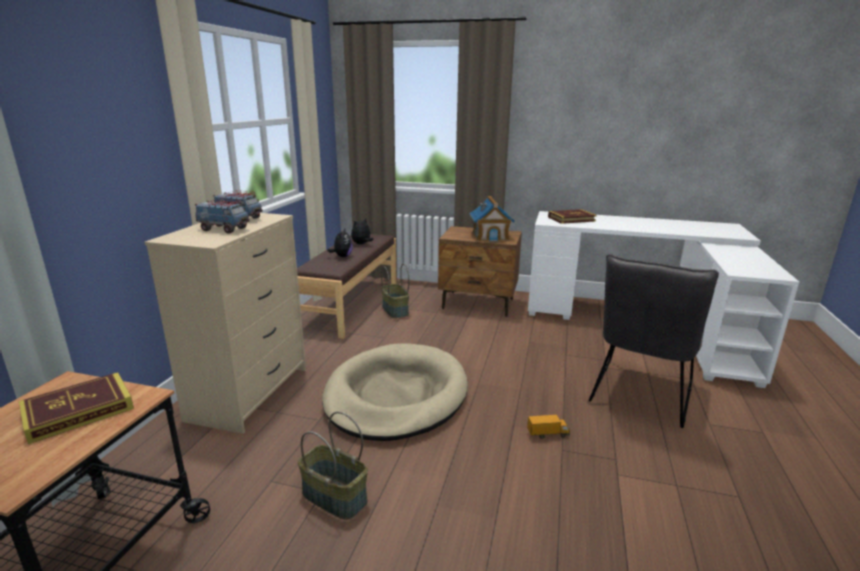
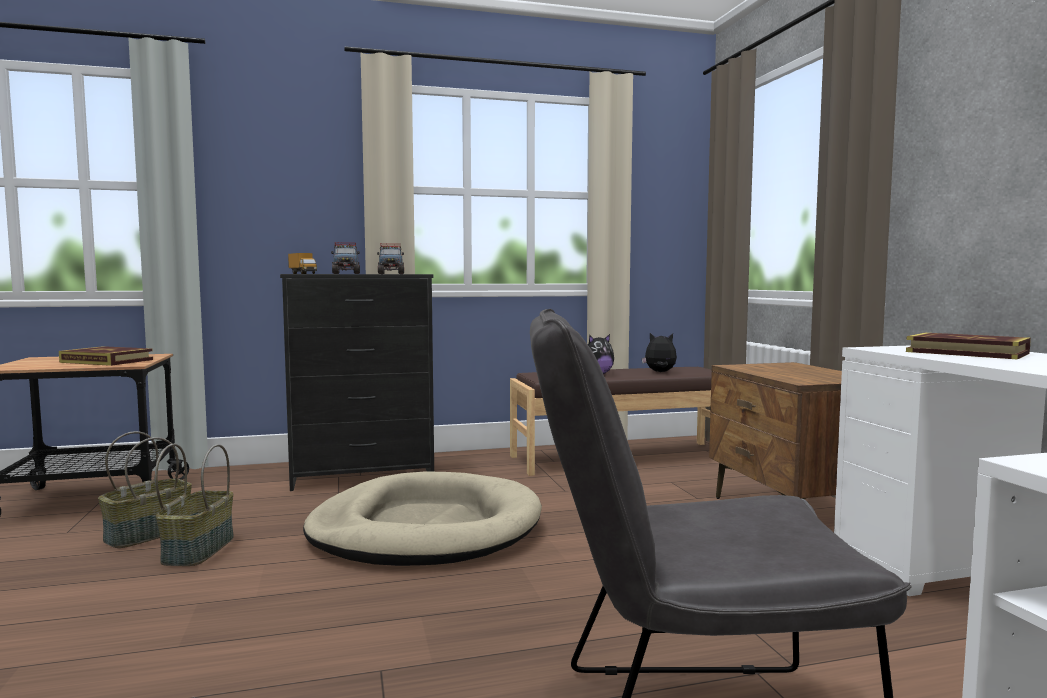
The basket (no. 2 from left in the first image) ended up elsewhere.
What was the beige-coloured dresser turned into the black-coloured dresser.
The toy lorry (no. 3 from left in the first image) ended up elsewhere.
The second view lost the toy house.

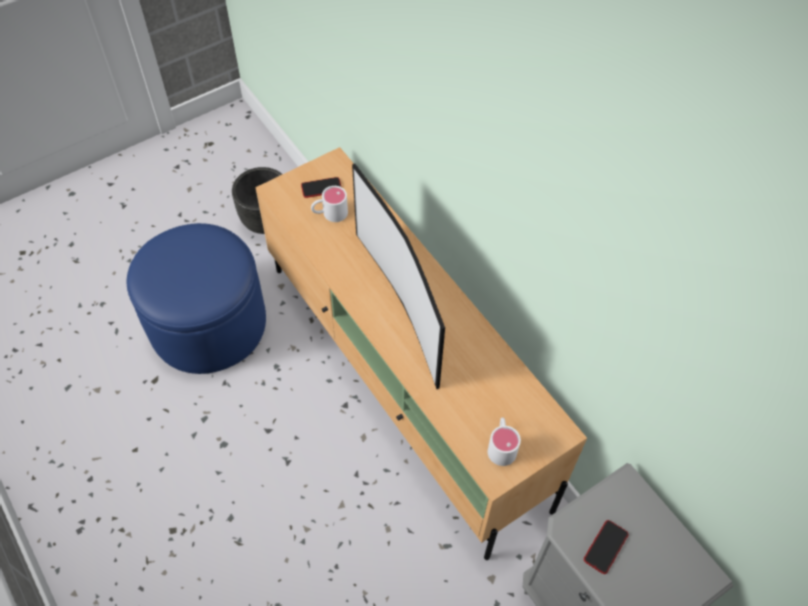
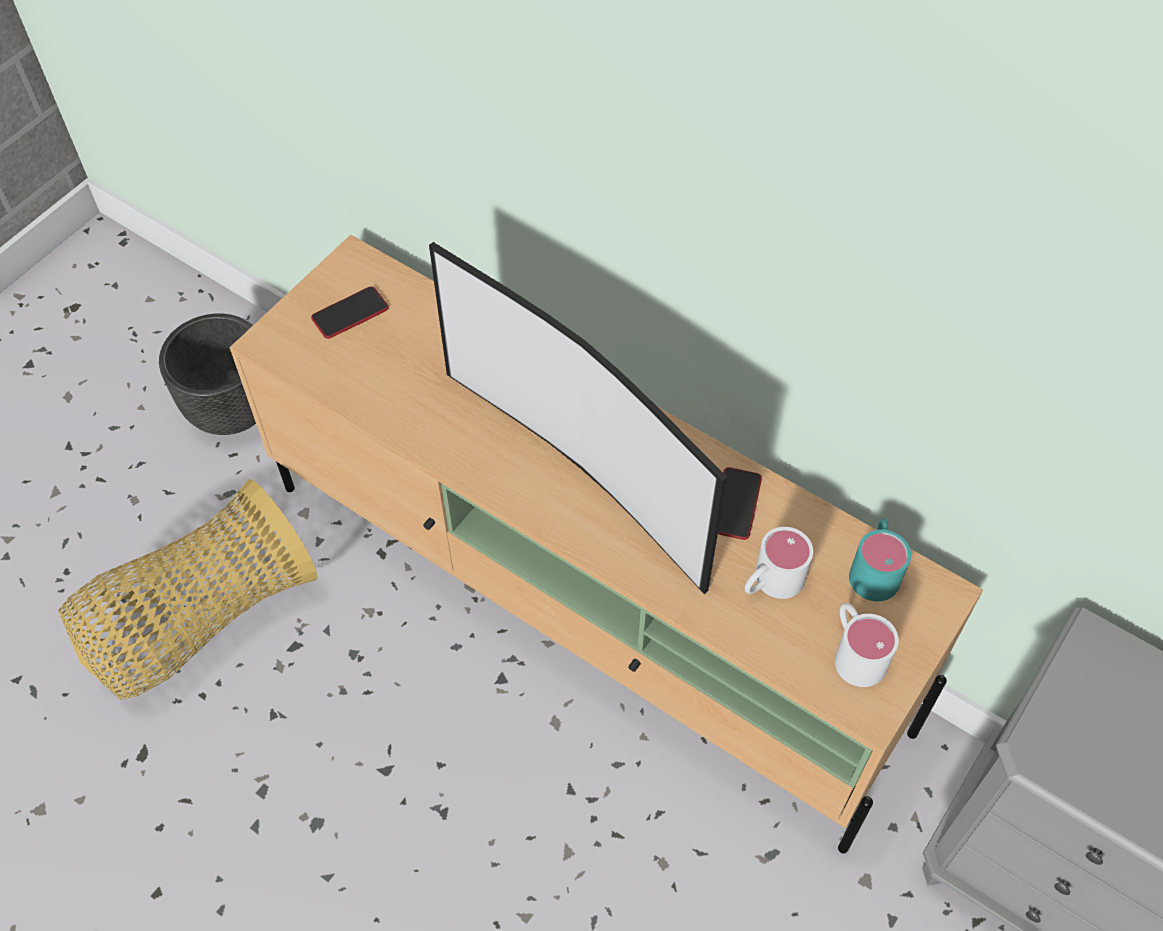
Where the bluish ottoman stood, the basket came to stand.
The telephone (no. 2 from left) ended up elsewhere.
The white mug (no. 1 from left) ended up elsewhere.
The second view gained the turquoise-coloured mug.

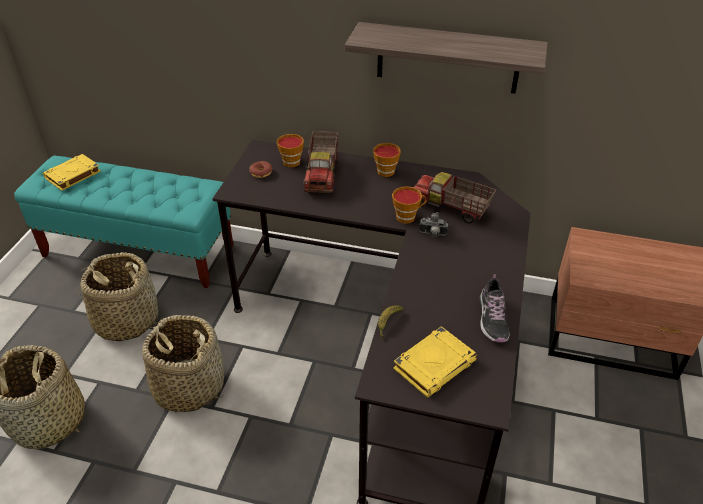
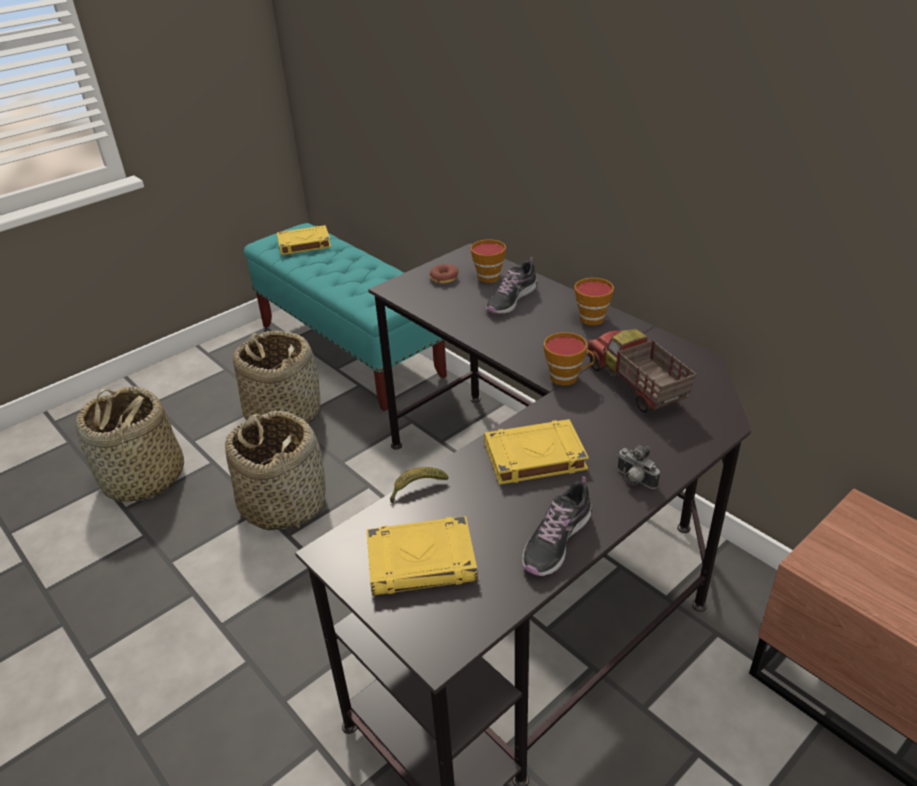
The second view gained the yellow volume (no. 3 from left).
Where the toy lorry (no. 1 from left) stood, the shoe (no. 1 from left) came to stand.
The still camera ended up elsewhere.
The second view lost the bracket shelf.

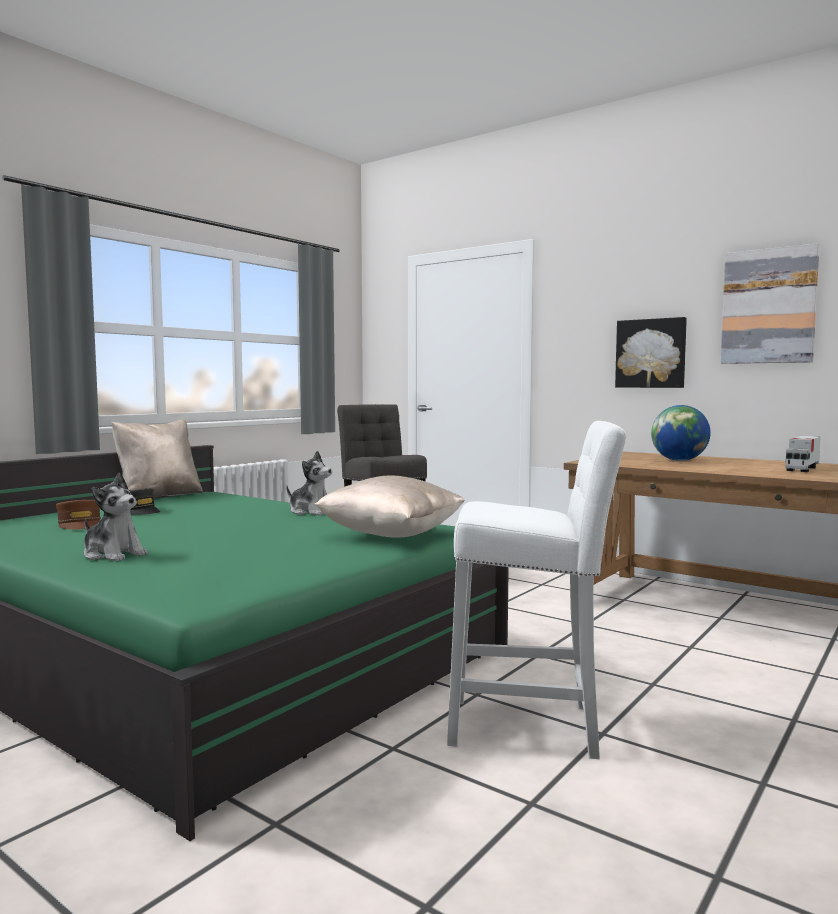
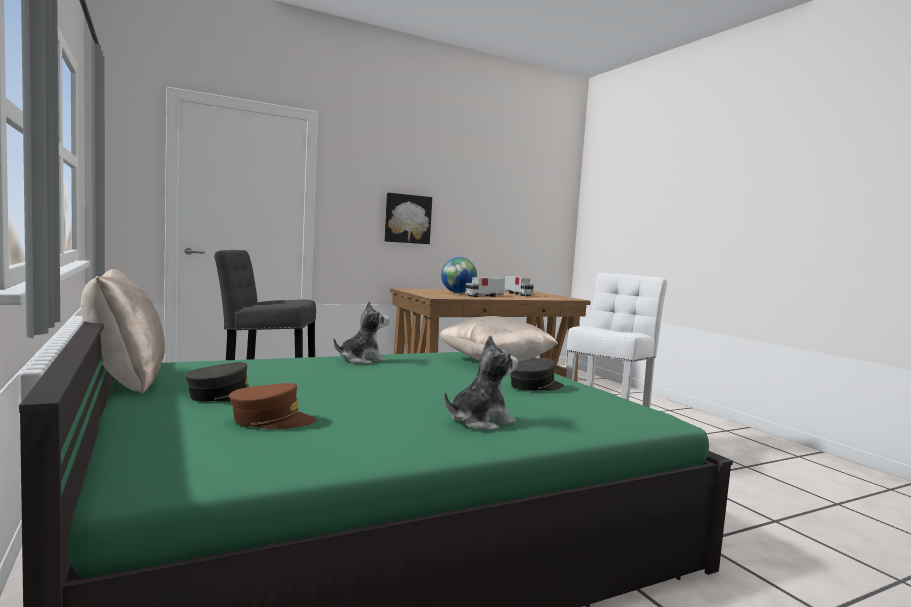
The second view gained the toy lorry (no. 1 from left).
The second view gained the gray cap (no. 2 from left).
The second view lost the picture (no. 2 from left).

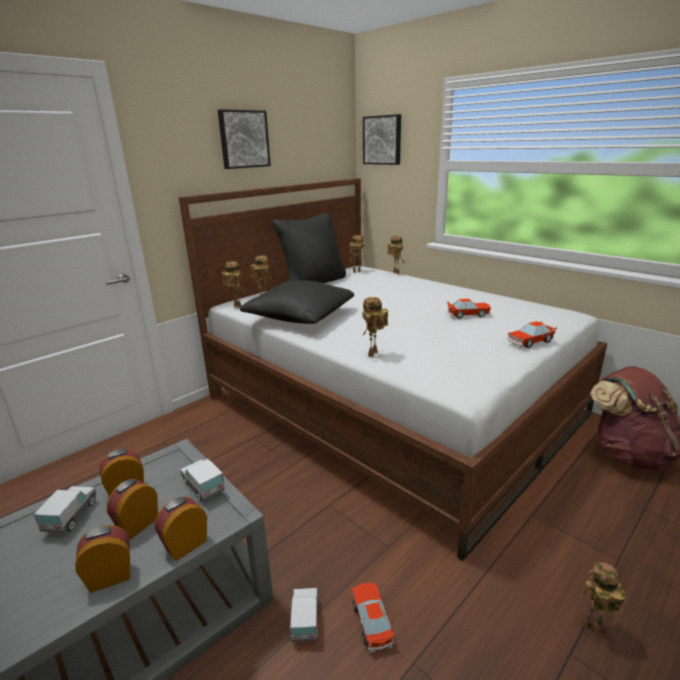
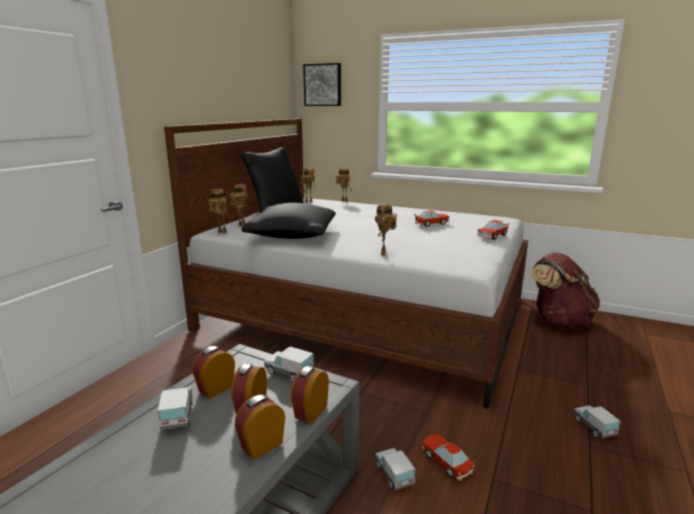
Where the model robot (no. 6 from left) stood, the toy lorry (no. 4 from left) came to stand.
The second view lost the picture (no. 1 from left).

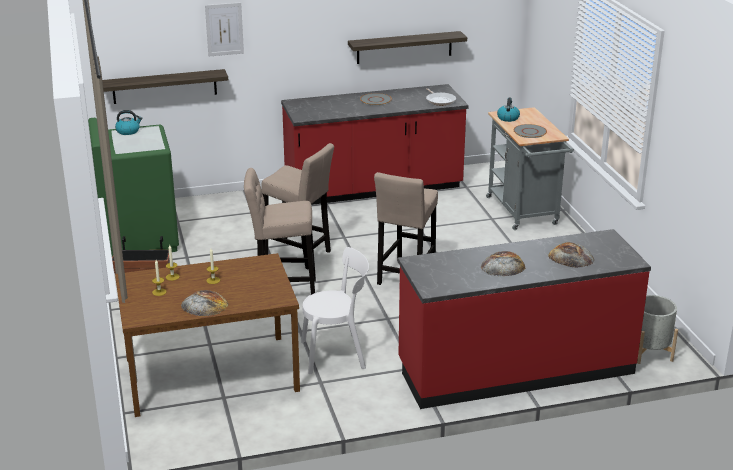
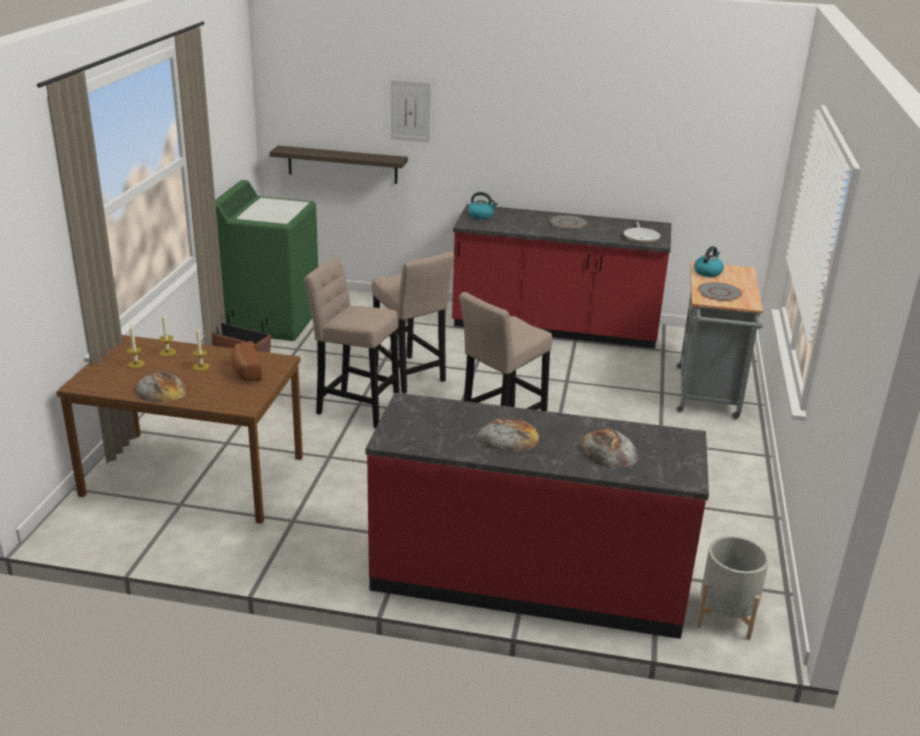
The second view gained the baked bread (no. 2 from left).
The tea kettle (no. 1 from left) ended up elsewhere.
The second view lost the white chair.
The second view lost the bracket shelf (no. 2 from left).

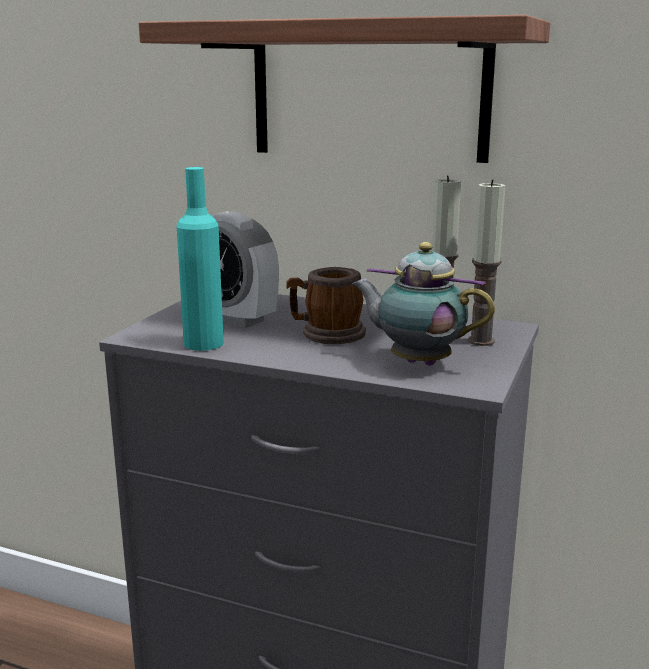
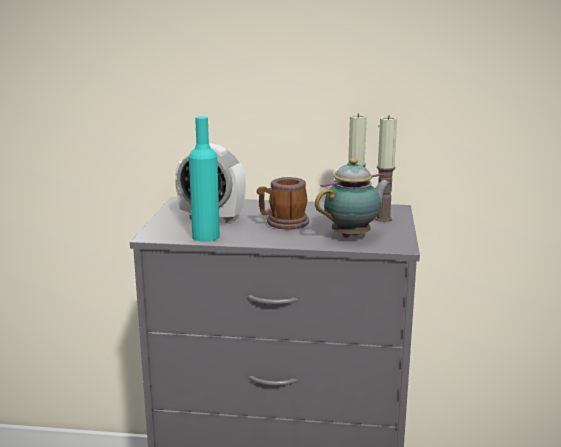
The teapot ended up facing another way, 135 degrees clockwise from before.
The second view lost the bracket shelf.

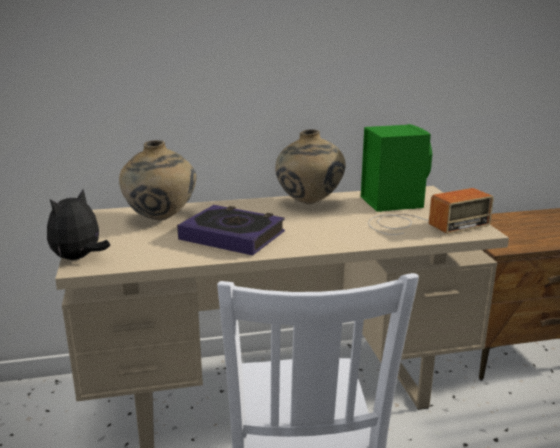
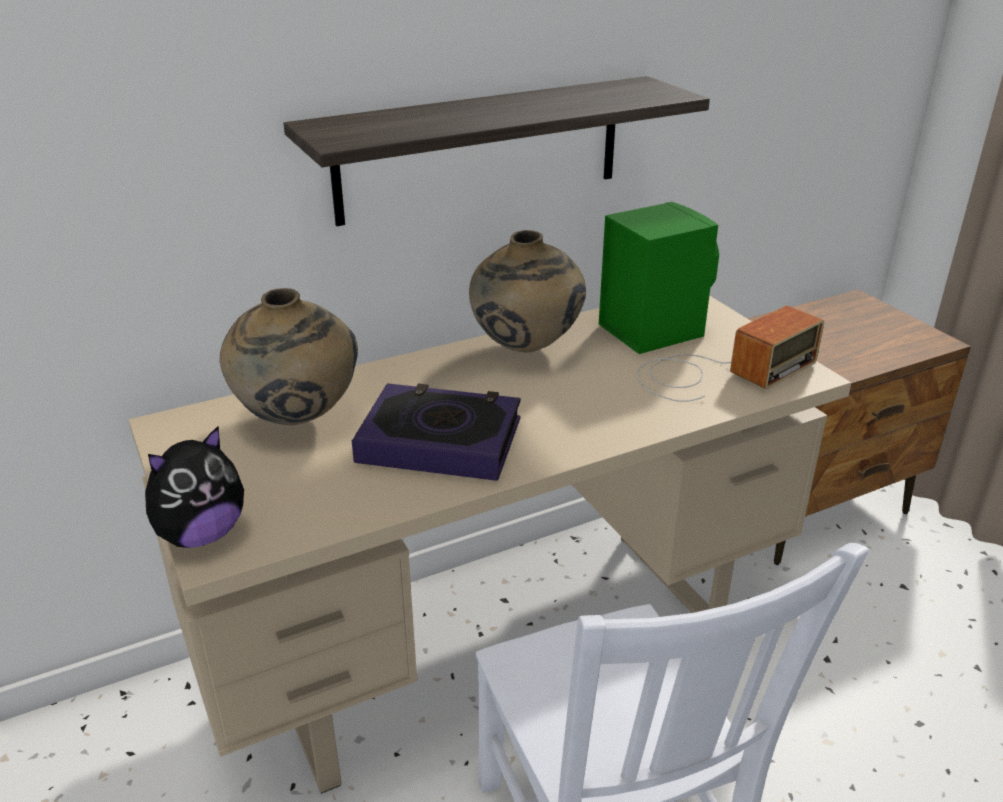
The soft toy ended up facing another way, 150 degrees counterclockwise from before.
The second view gained the bracket shelf.

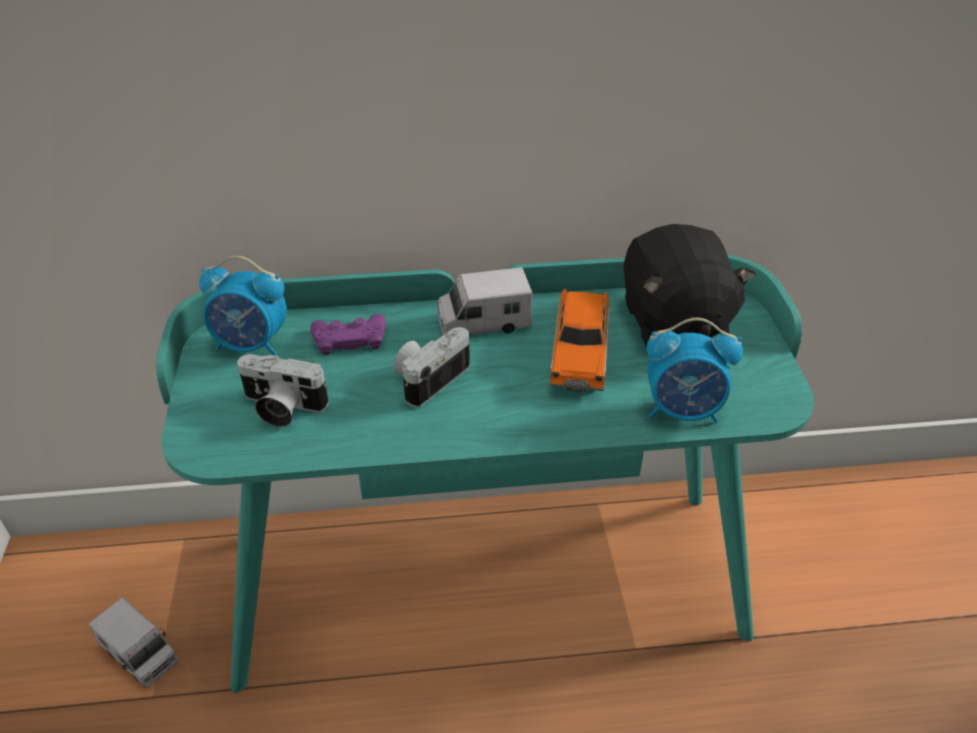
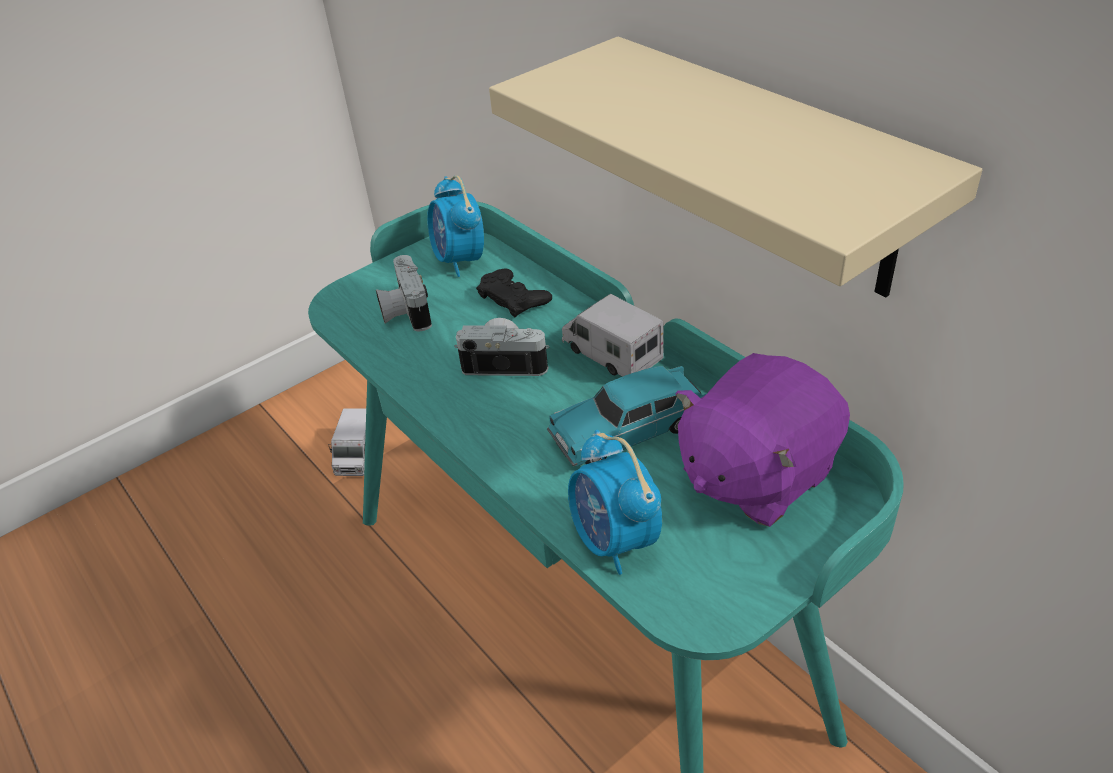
What was the purple game controller turned into the black-coloured game controller.
The second view gained the beige-coloured bracket shelf.
What was the orange-coloured toy car turned into the turquoise-coloured toy car.
What was the black-coloured soft toy turned into the purple soft toy.

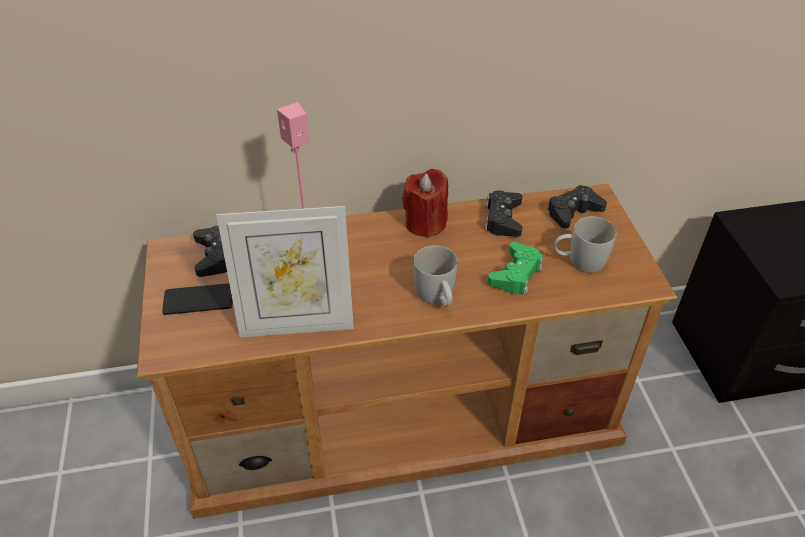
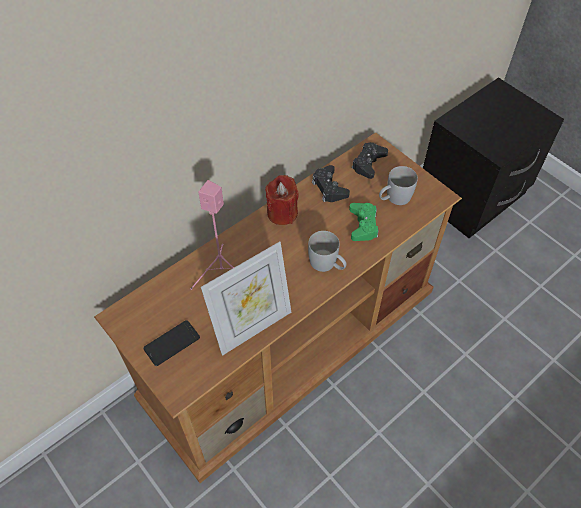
The second view lost the black-coloured game controller (no. 1 from left).

